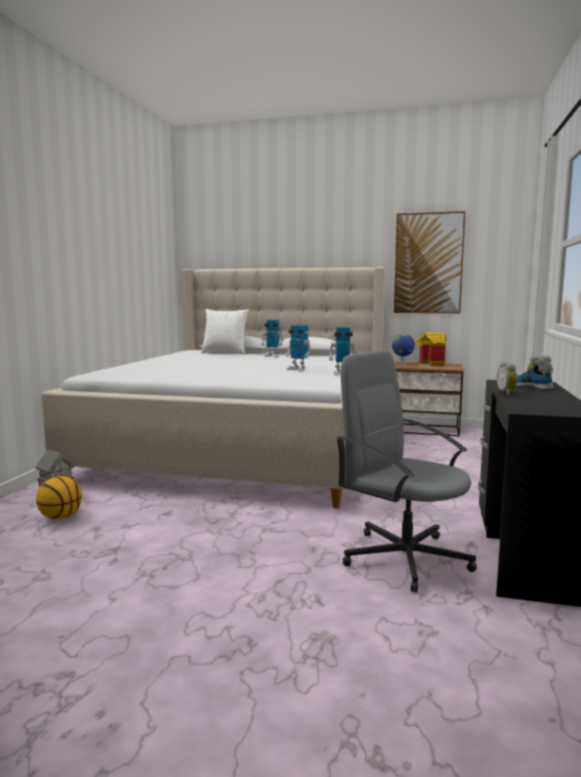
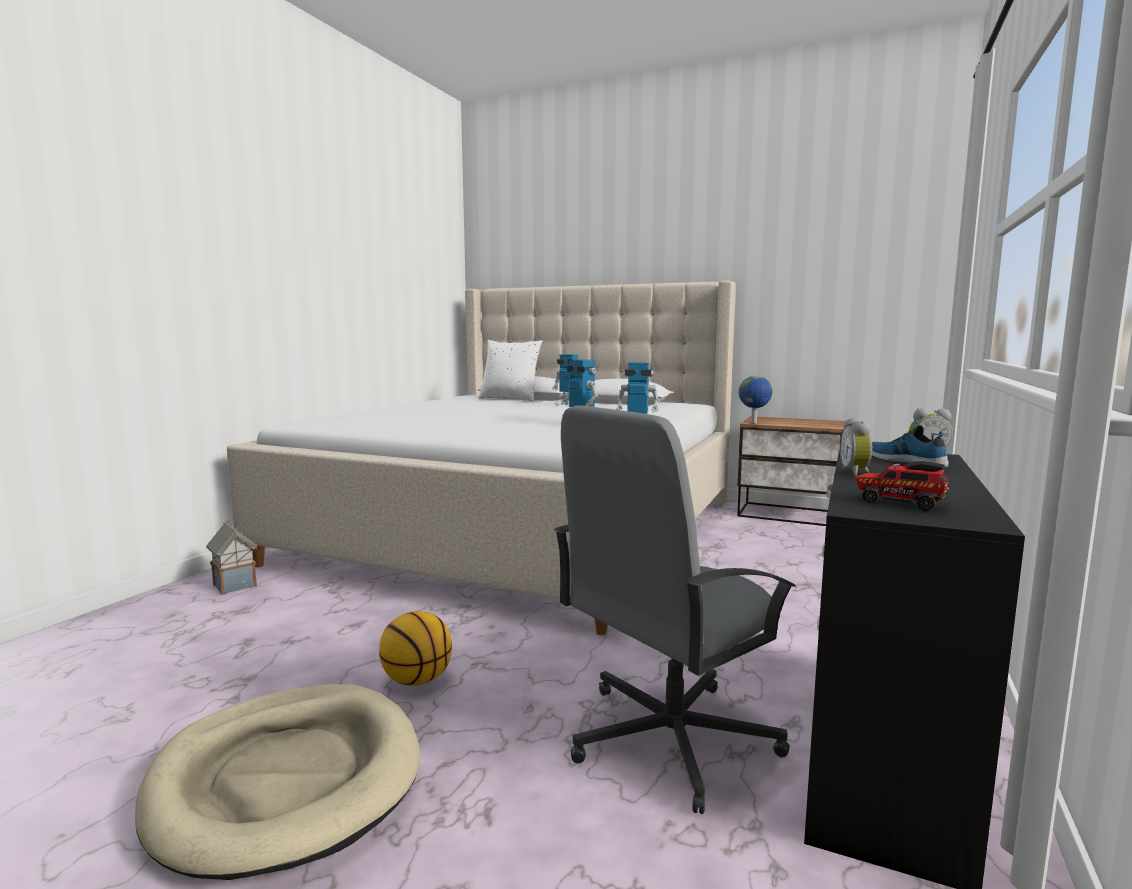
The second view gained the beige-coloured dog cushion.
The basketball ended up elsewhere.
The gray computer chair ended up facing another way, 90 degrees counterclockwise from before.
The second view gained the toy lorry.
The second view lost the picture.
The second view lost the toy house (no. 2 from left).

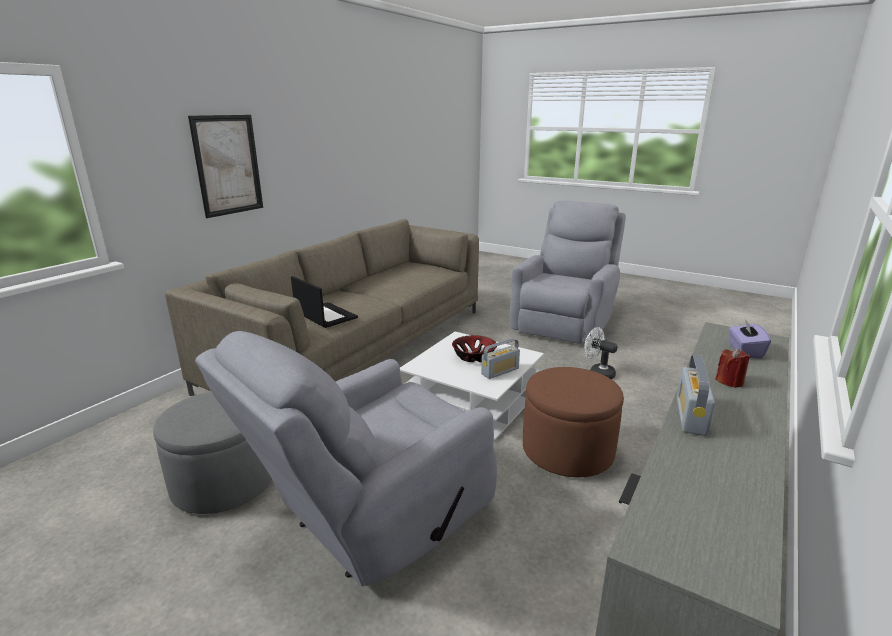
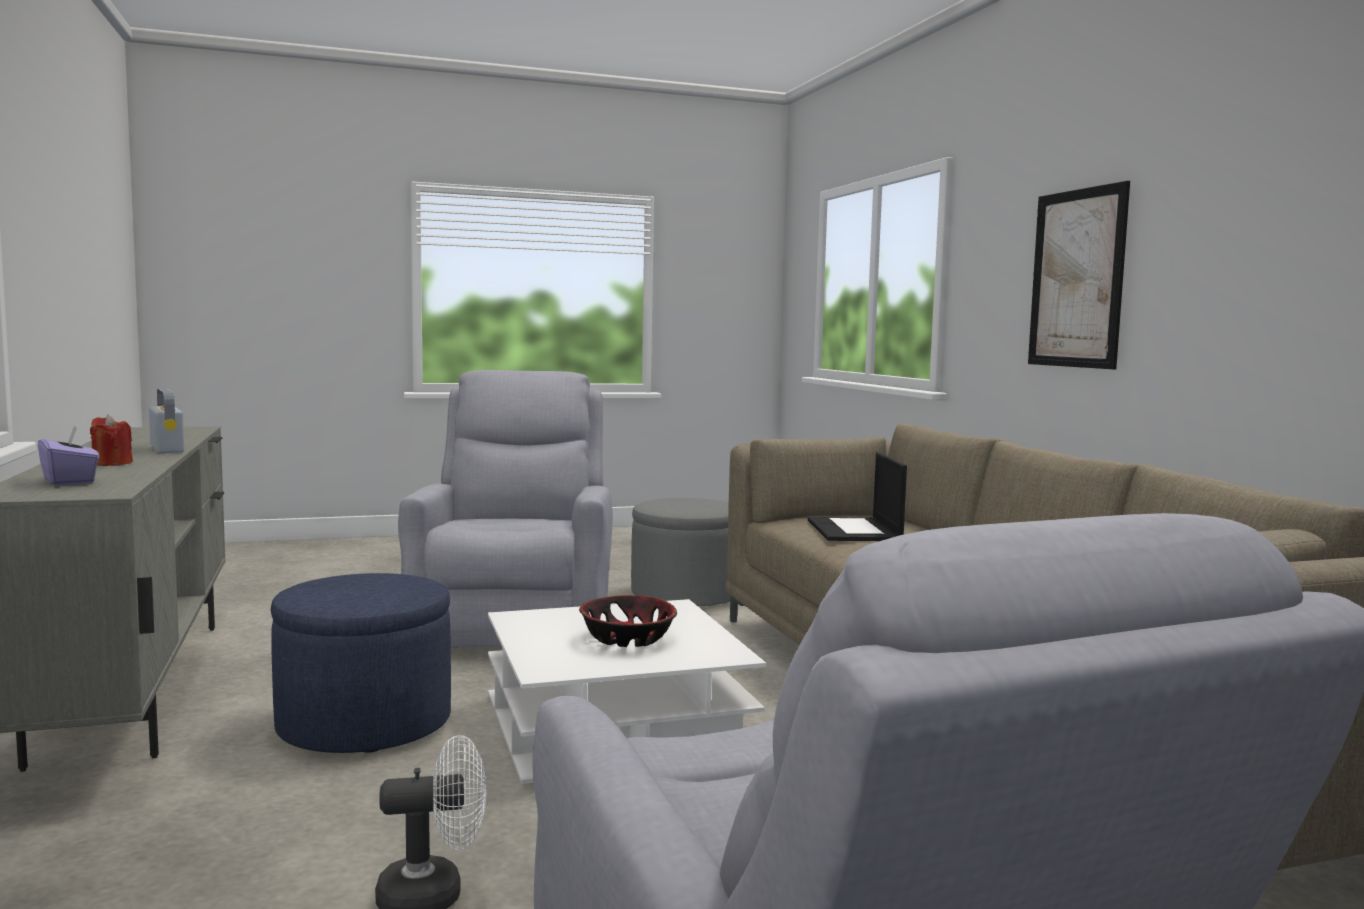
What was the brown-coloured ottoman turned into the bluish ottoman.
The portable computer ended up facing another way, 90 degrees clockwise from before.
The second view lost the radio receiver (no. 1 from left).

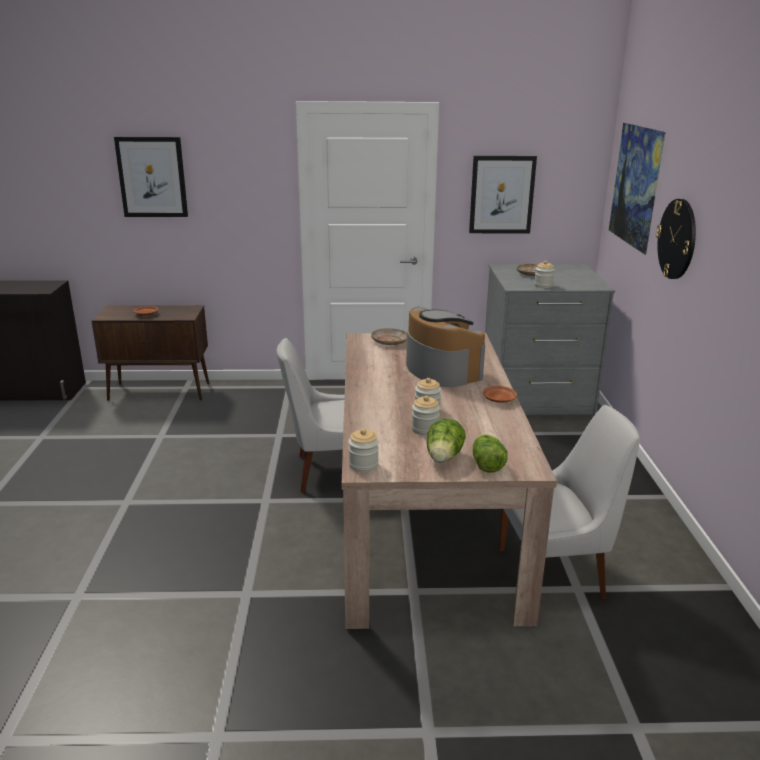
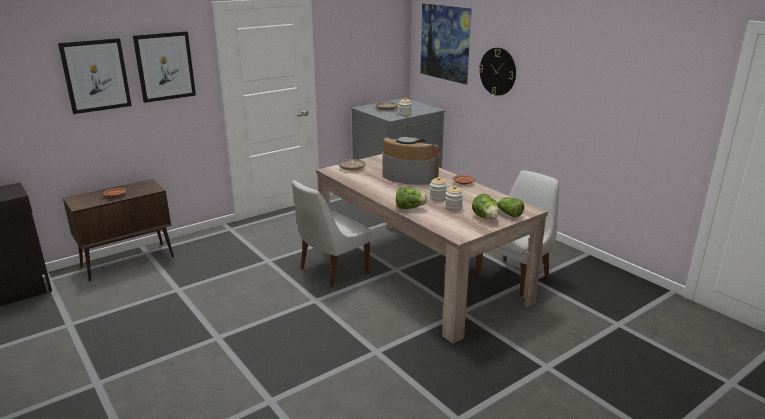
The picture (no. 2 from left) ended up elsewhere.
The second view gained the head of lettuce (no. 1 from left).
The second view lost the preserve jar (no. 1 from left).

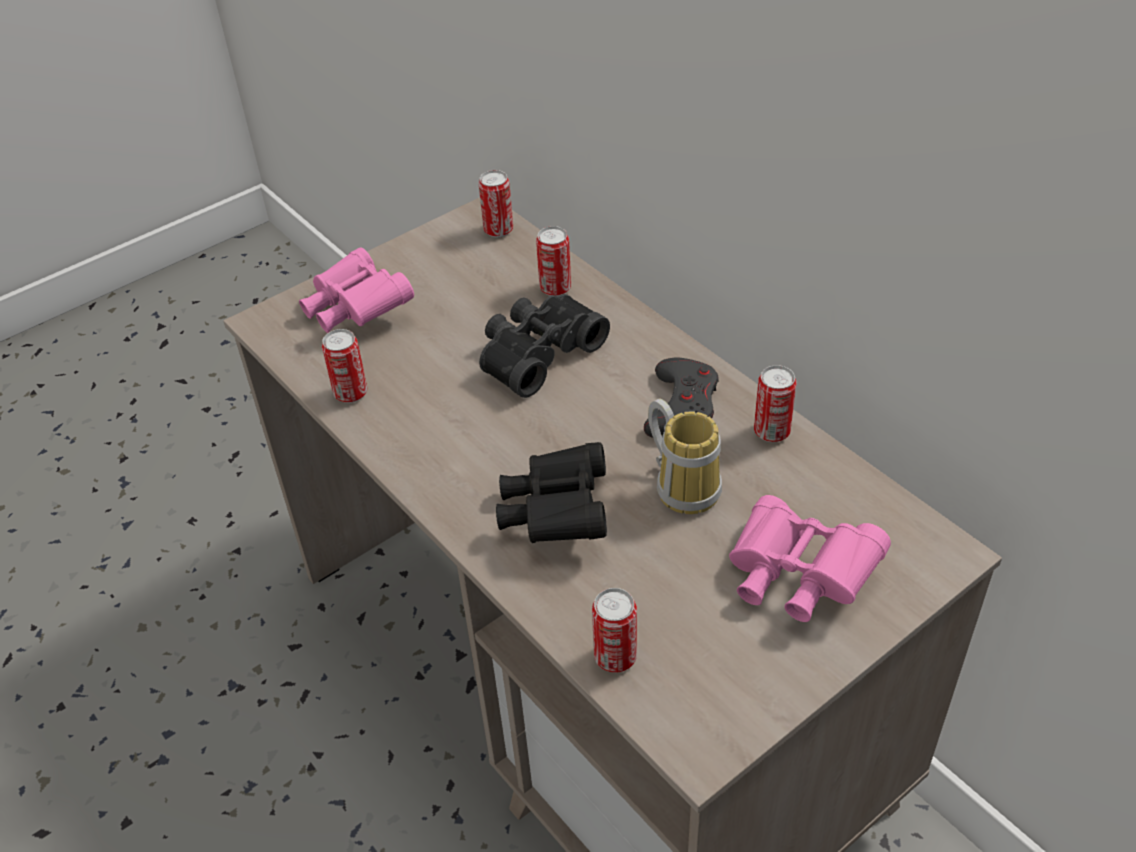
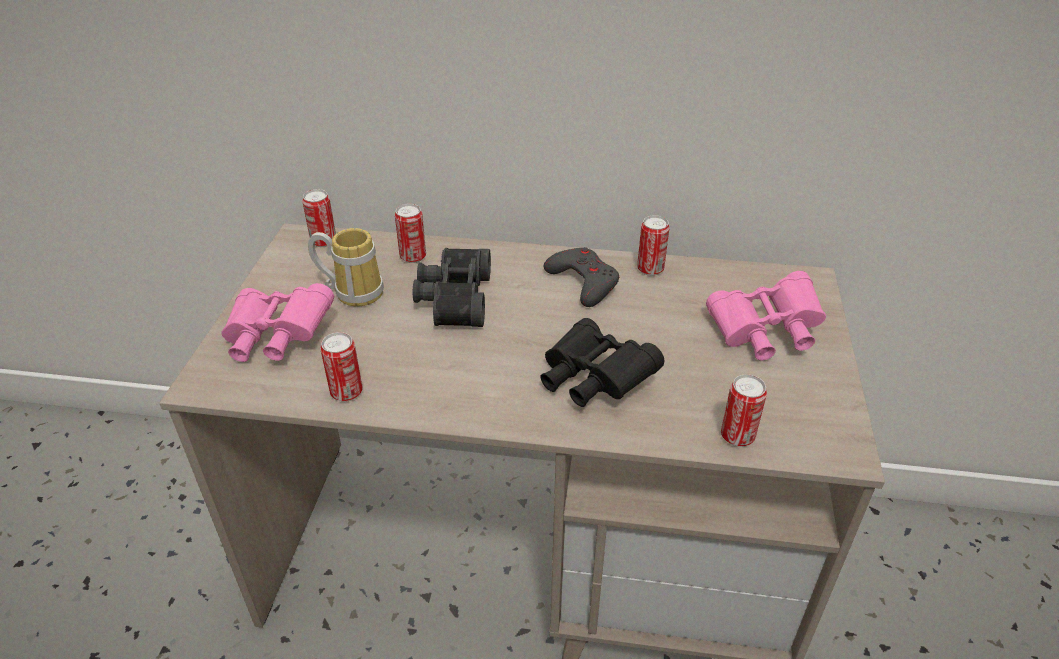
The mug ended up elsewhere.

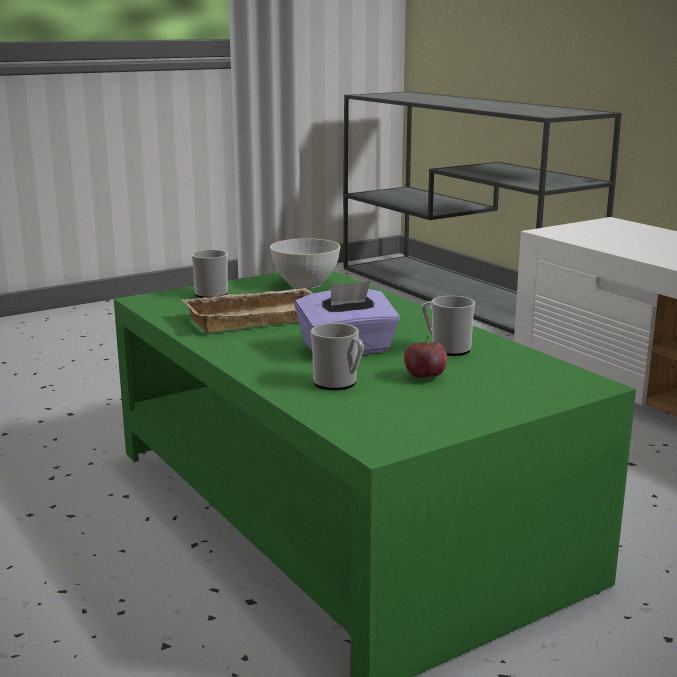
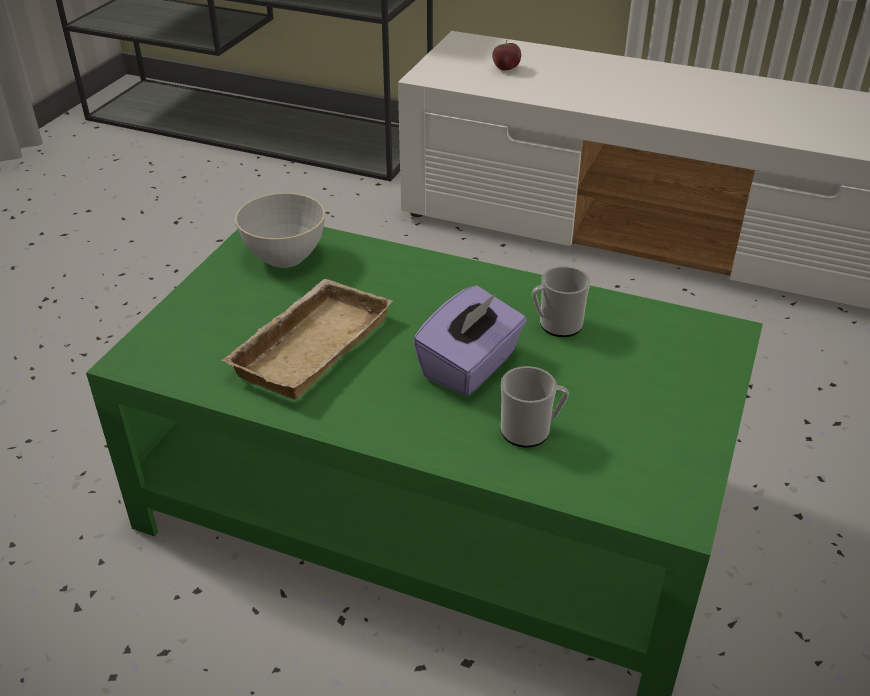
The whole apple ended up elsewhere.
The second view lost the mug (no. 1 from left).

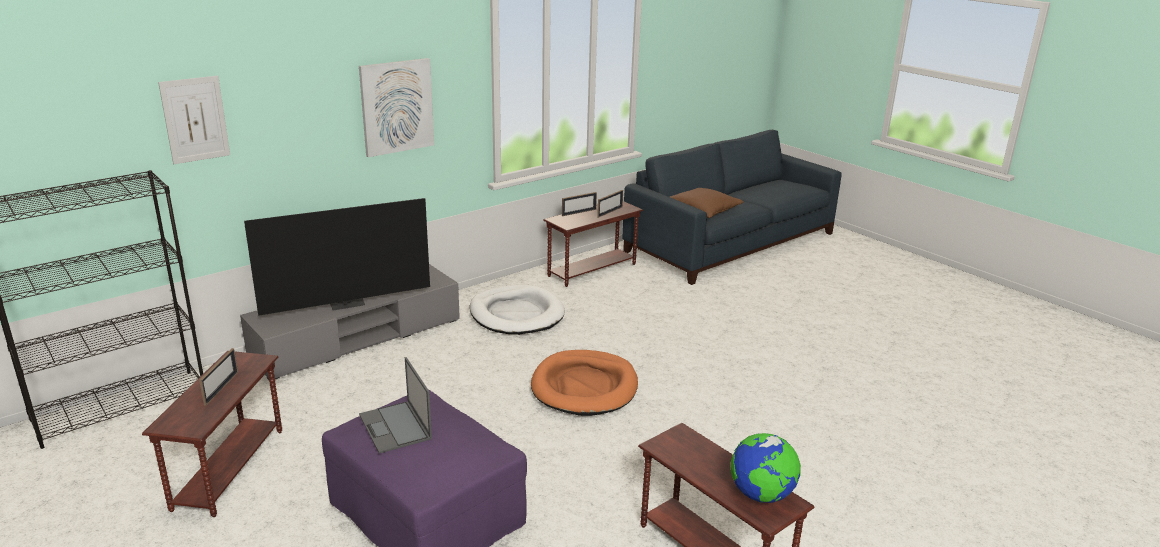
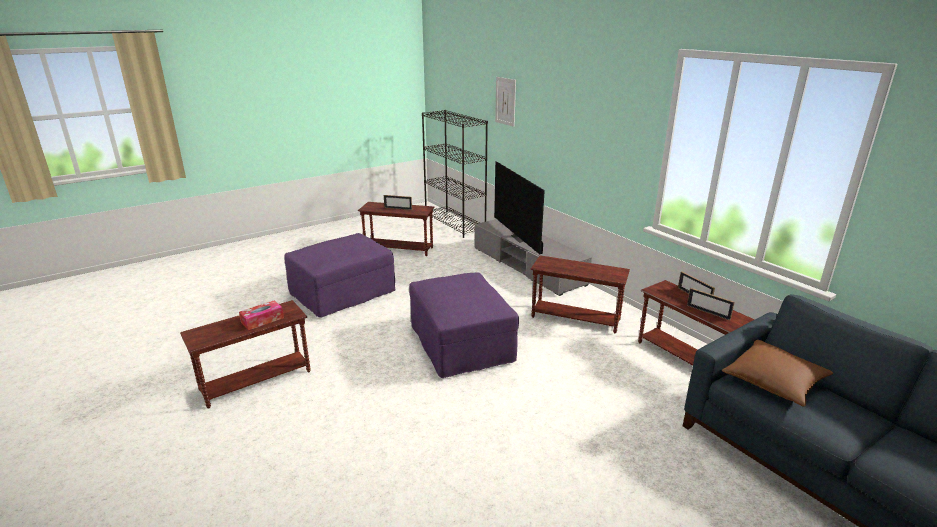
The second view gained the tissue box.
Where the orange-coloured dog cushion stood, the purple ottoman (no. 2 from left) came to stand.
Where the white dog cushion stood, the brown-coloured accent table (no. 3 from left) came to stand.
The second view lost the picture (no. 2 from left).
The second view lost the portable computer.
The second view lost the desk globe.

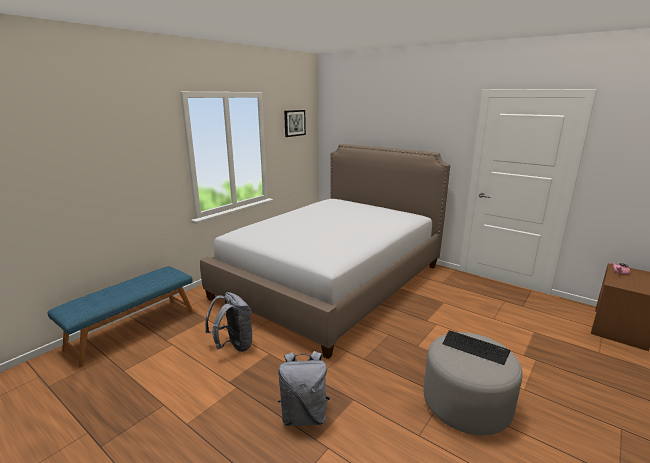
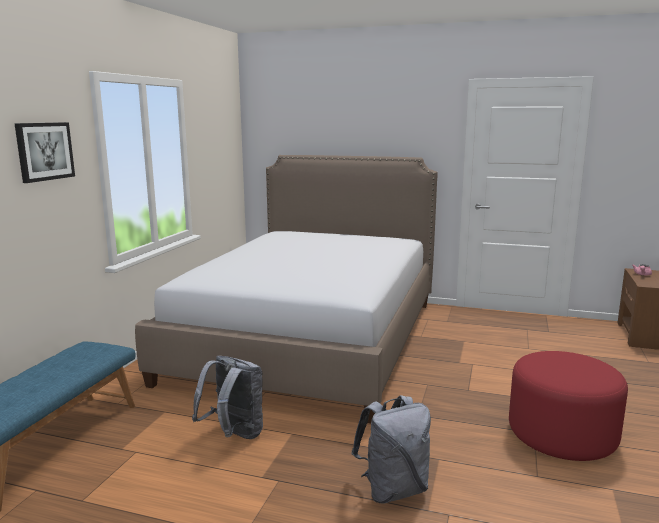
The picture ended up elsewhere.
What was the gray ottoman turned into the red-coloured ottoman.
The second view lost the PC keyboard.

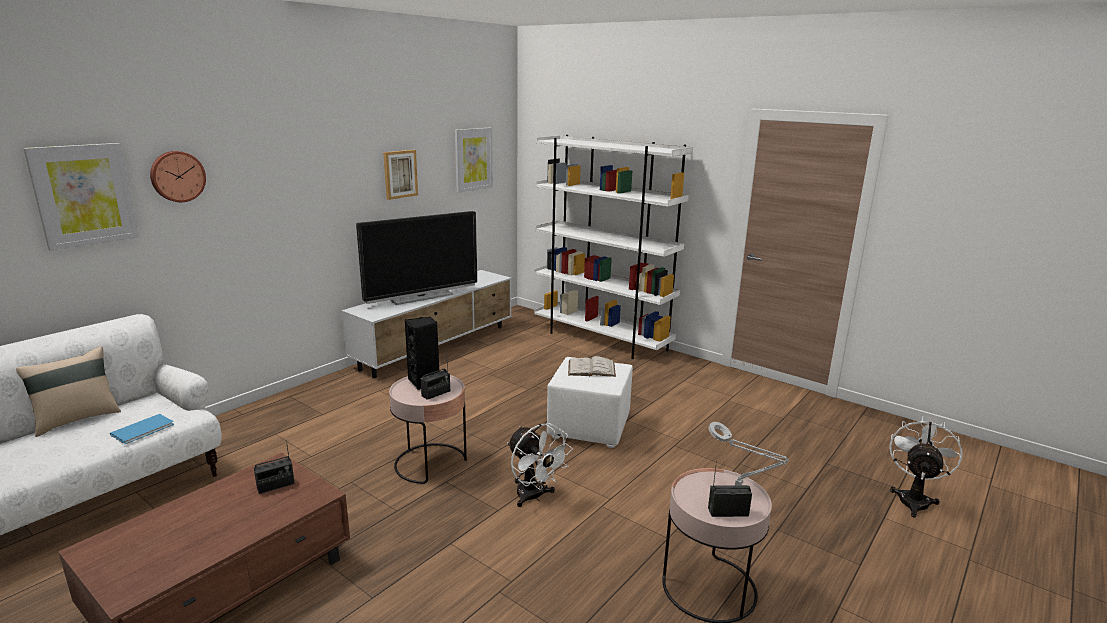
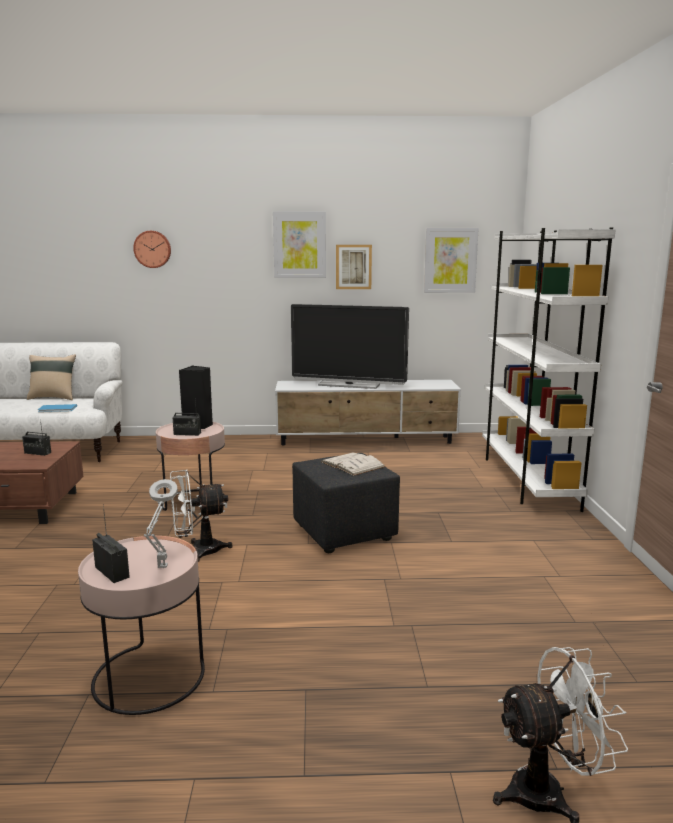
The white electric fan (no. 1 from left) ended up facing another way, 60 degrees clockwise from before.
The picture (no. 1 from left) ended up elsewhere.
What was the white ottoman turned into the black-coloured ottoman.

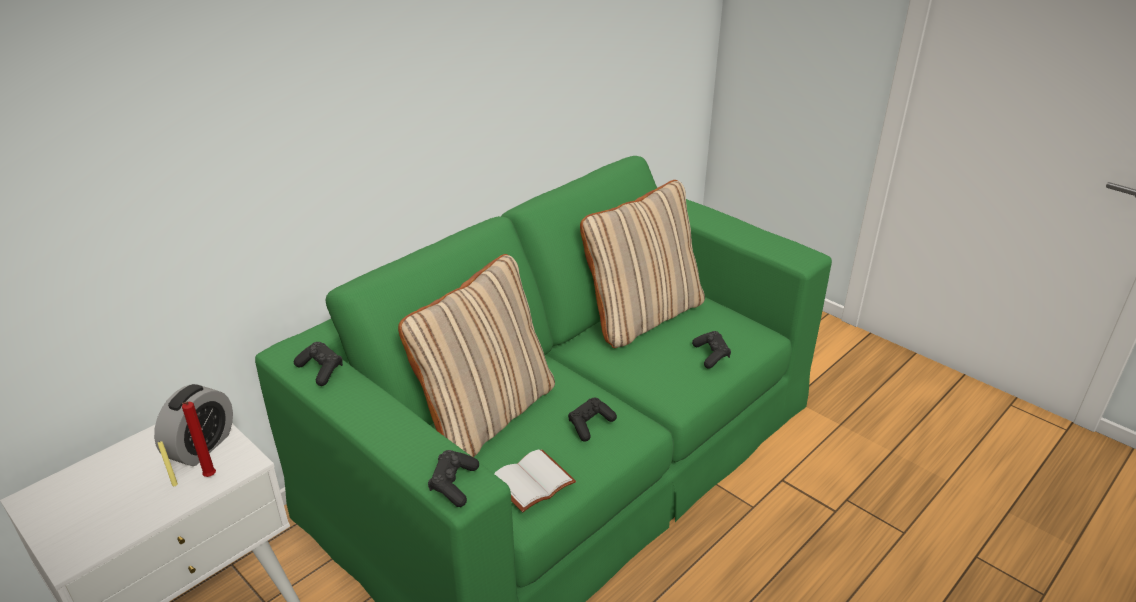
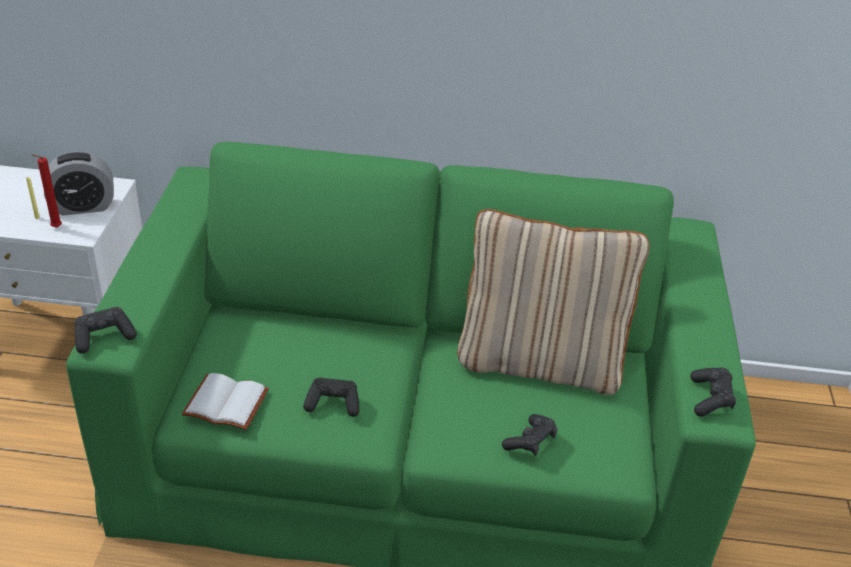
The black-coloured game controller (no. 1 from left in the first image) ended up elsewhere.
The second view lost the beige-coloured throw pillow (no. 1 from left).

